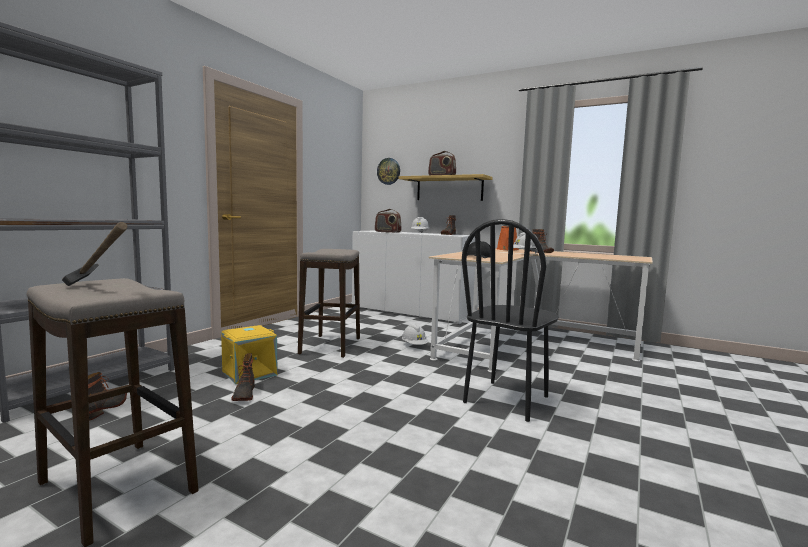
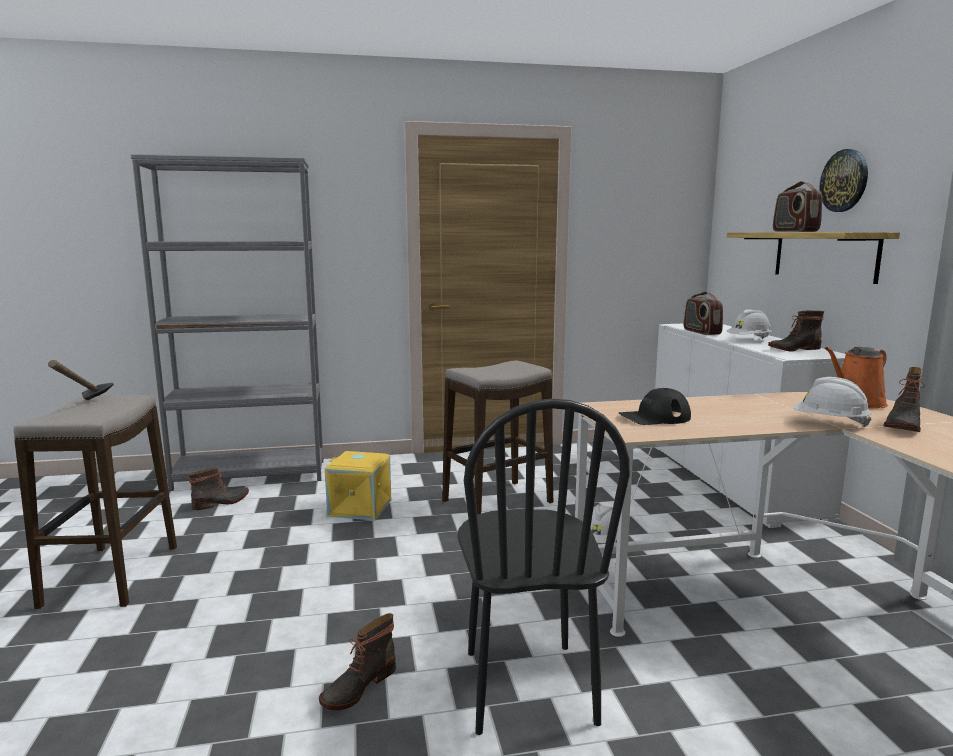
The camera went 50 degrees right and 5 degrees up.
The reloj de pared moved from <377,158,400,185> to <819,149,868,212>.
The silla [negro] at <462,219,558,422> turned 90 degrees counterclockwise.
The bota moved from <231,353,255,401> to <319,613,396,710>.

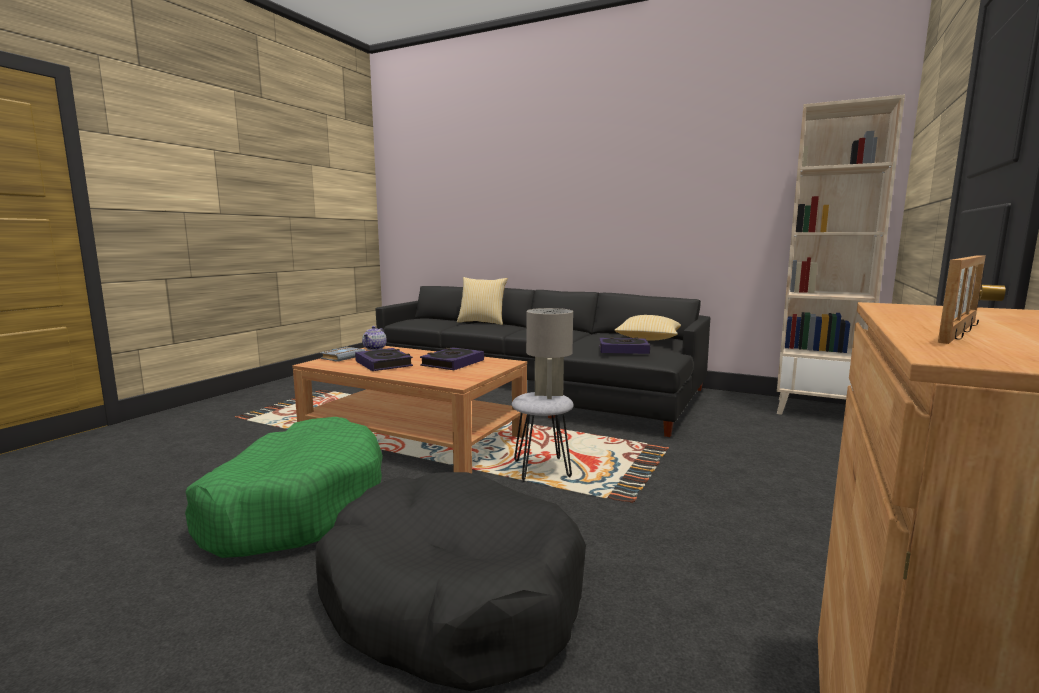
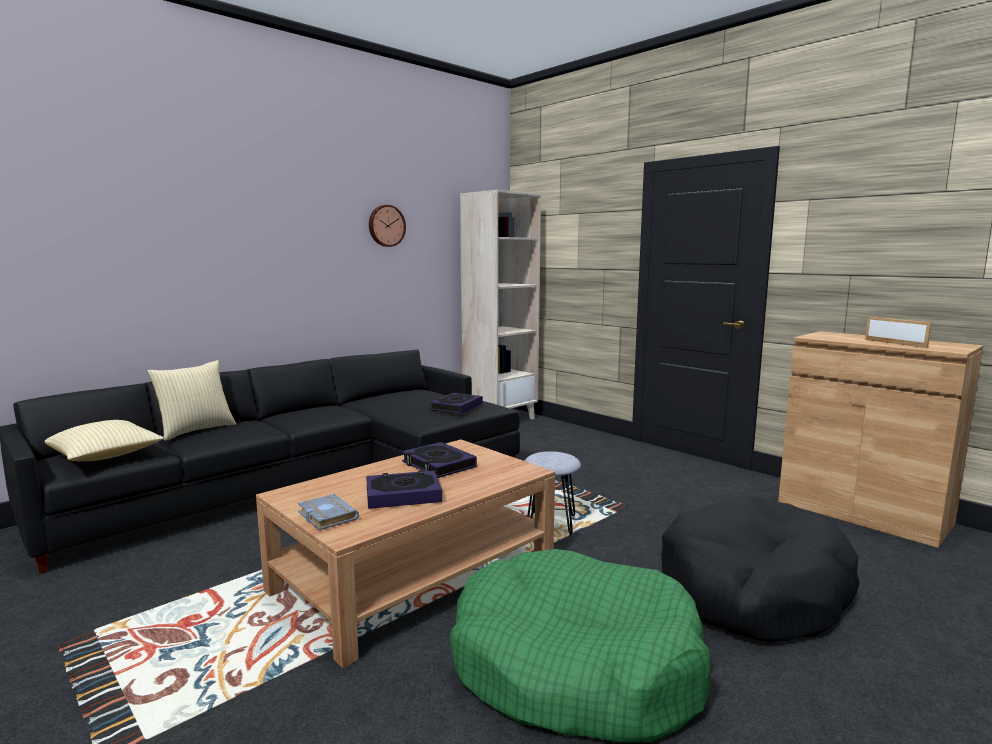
The camera went 70 degrees left and 0 degrees up.
The lámpara de mesa [gris] at <526,308,573,399> disappeared.
The cojín moved from <614,315,681,341> to <44,420,164,461>.
The tetera at <362,326,387,350> disappeared.
The reloj de pared at <369,205,406,247> appeared.

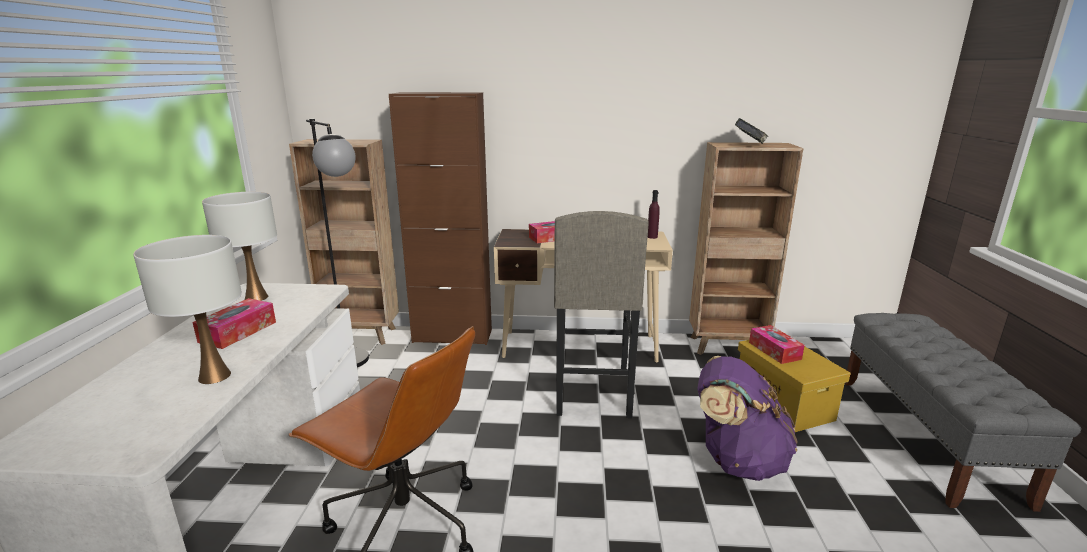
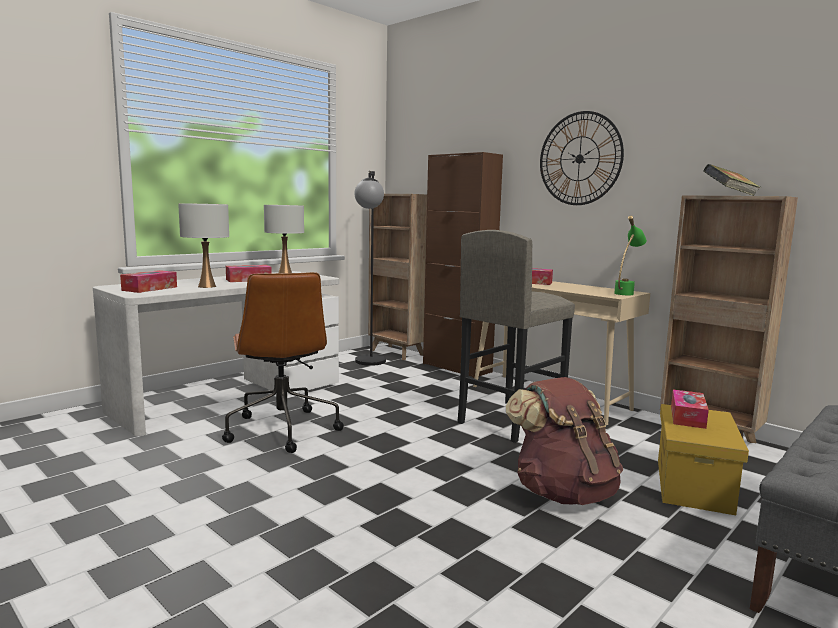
The camera went 40 degrees right and 10 degrees down.
The botella [morado] at <648,190,660,239> was replaced by the lámpara de mesa [verde] at <614,216,647,295>.
The mochila [morado] at <697,356,798,481> became the mochila [marrón] at <506,377,623,505>.
The reloj de pared at <540,111,624,205> appeared.
The caja de pañuelos at <120,270,177,293> appeared.

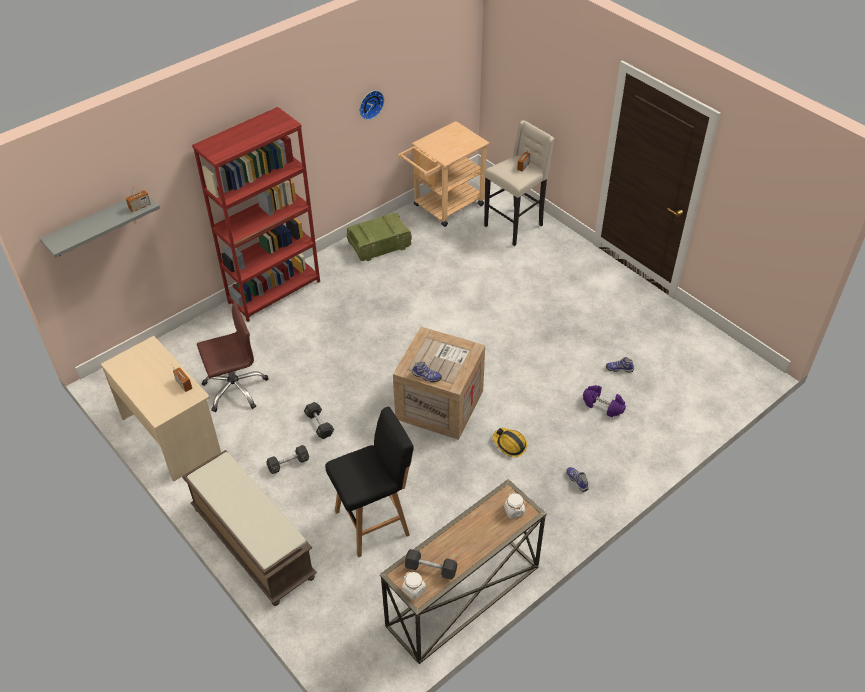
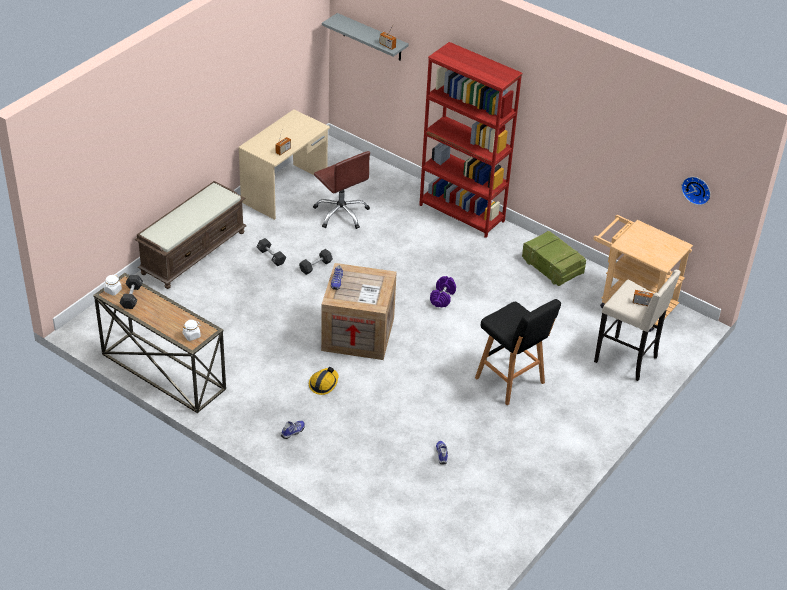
The camera went 75 degrees right and 5 degrees down.
The reloj de pared moved from <360,90,384,120> to <681,177,711,205>.
The mancuerna [morado] moved from <583,385,626,417> to <430,276,456,307>.
The taburete [negro] moved from <325,407,414,558> to <475,299,561,405>.

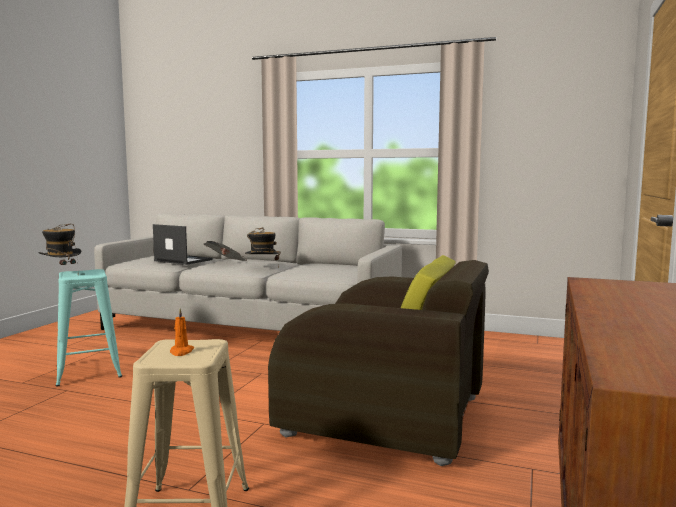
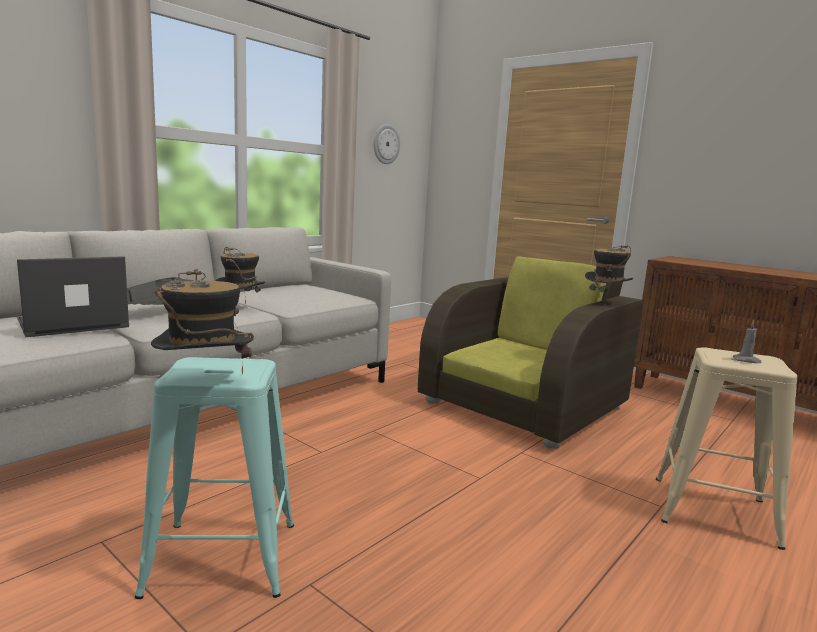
The camera went 70 degrees left and 5 degrees up.
The vela [naranja] at <170,309,194,356> became the vela [gris] at <733,321,762,363>.
The reloj de pared at <374,124,400,164> appeared.
The sombrero at <585,245,633,307> appeared.

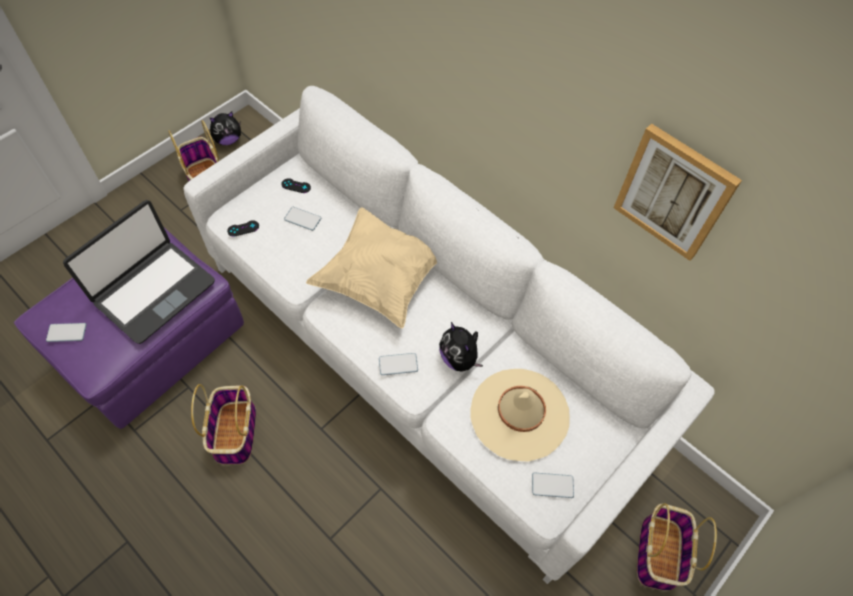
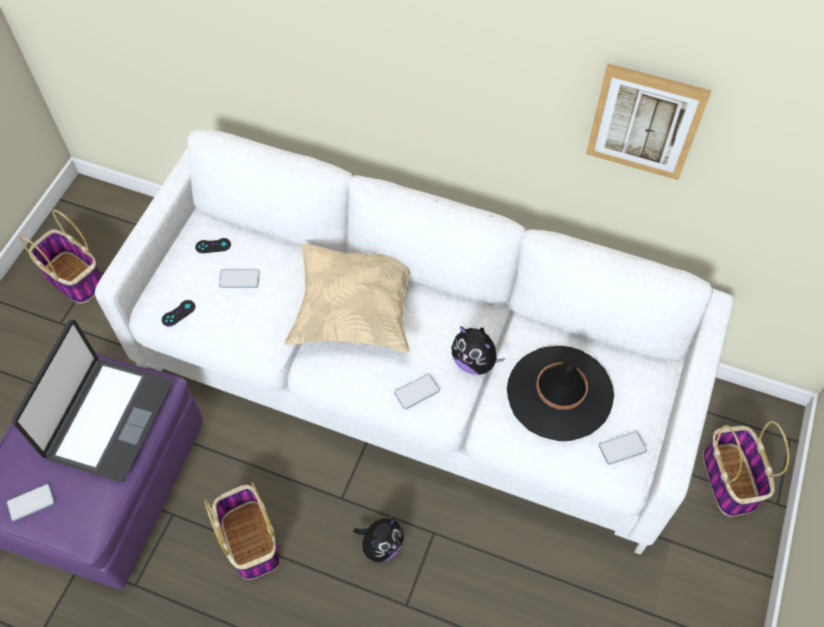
The camera went 20 degrees left and 0 degrees up.
The peluche moved from <210,112,241,145> to <353,514,404,562>.
The sombrero [beis] at <470,369,570,462> became the sombrero [negro] at <507,346,614,441>.

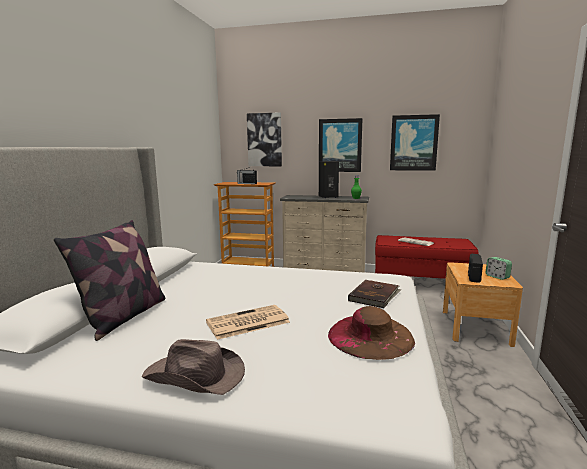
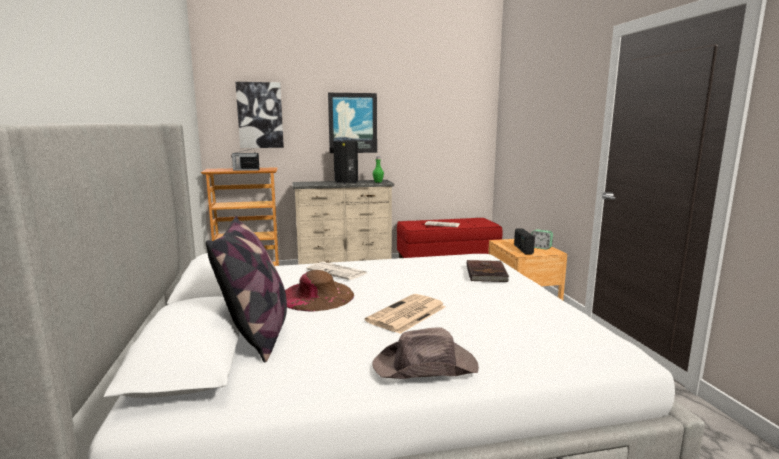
The camera went 25 degrees left and 0 degrees up.
The cuadro at <390,114,440,171> disappeared.
The sombrero [marrón] moved from <328,306,415,360> to <285,270,354,311>.
The periódico at <306,262,366,280> appeared.

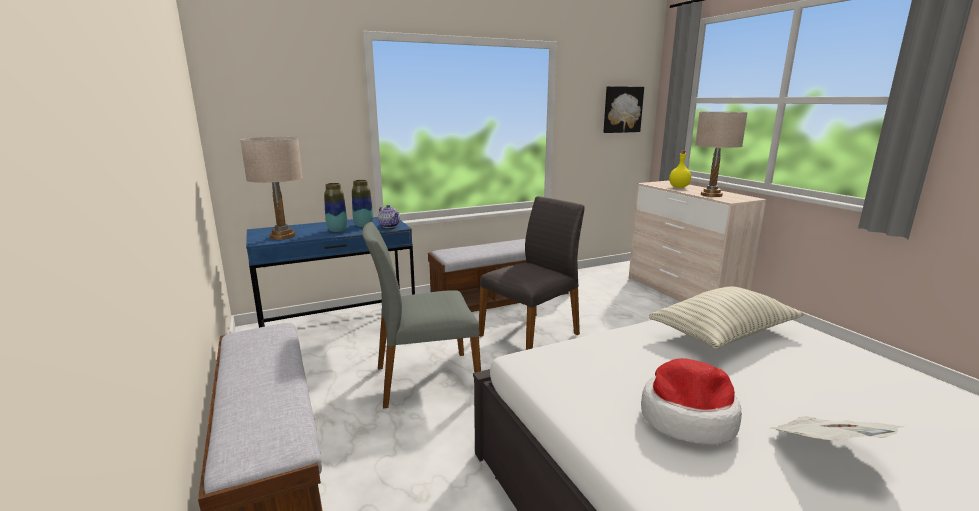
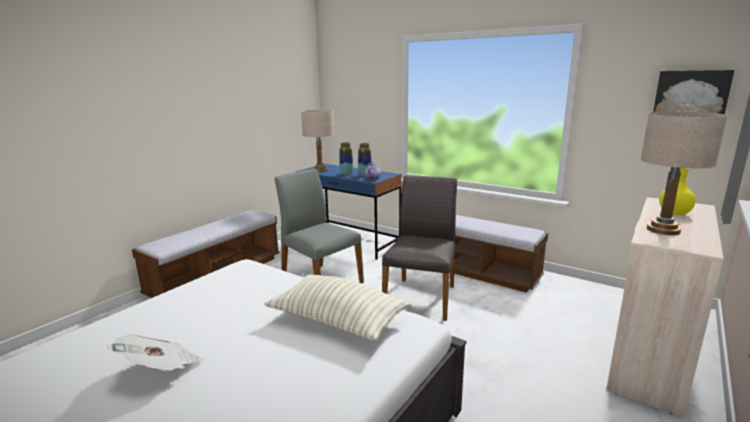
The camera went 60 degrees right and 0 degrees up.
The silla [gris] at <479,196,585,350> turned 90 degrees counterclockwise.
The sombrero at <641,358,742,445> disappeared.

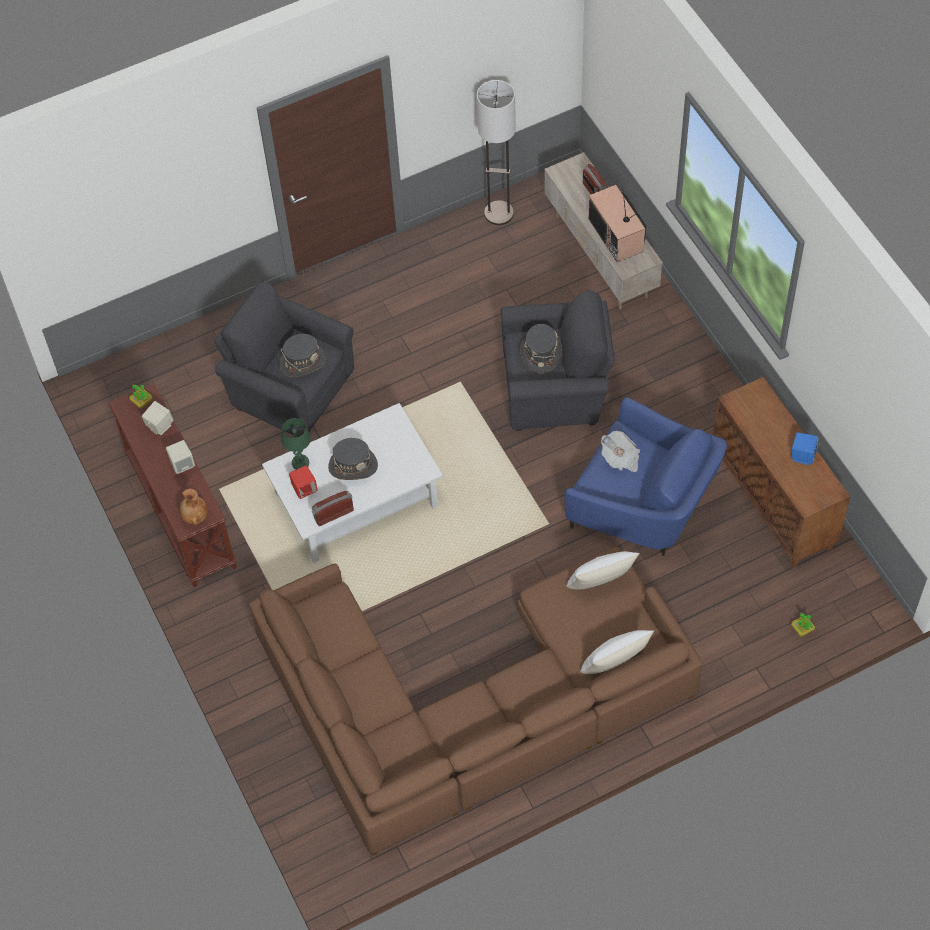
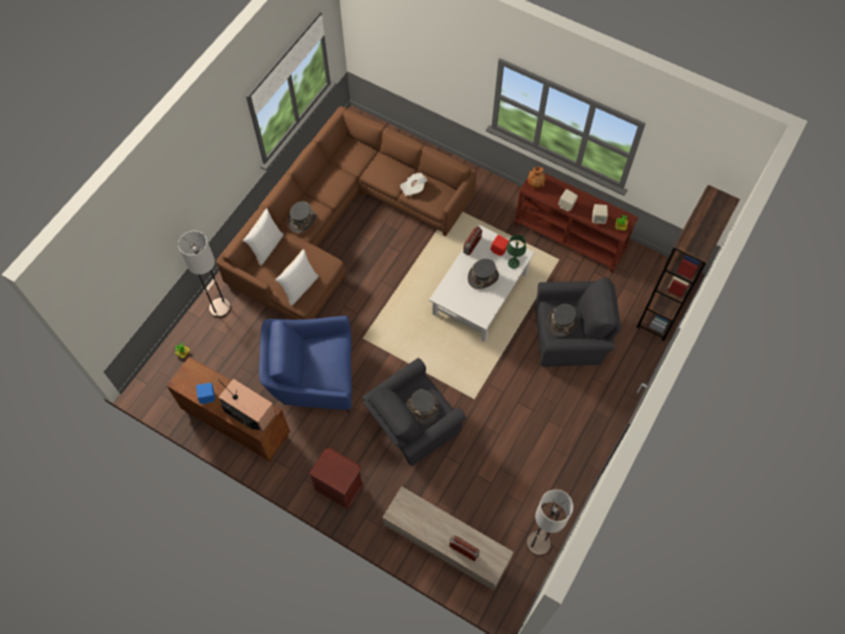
The camera went 145 degrees right and 5 degrees up.
The televisor moved from <588,185,646,262> to <218,379,277,432>.
The periódico moved from <601,431,640,472> to <400,173,427,196>.
The estantería [marrón] at <637,185,740,341> appeared.
The sombrero [gris] at <288,201,317,233> appeared.
The lámpara de pie at <178,231,231,317> appeared.
The mesita de noche [marrón] at <309,448,364,510> appeared.

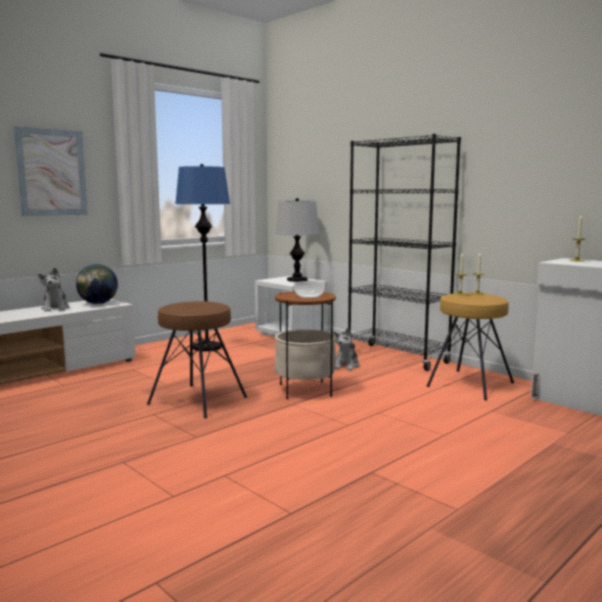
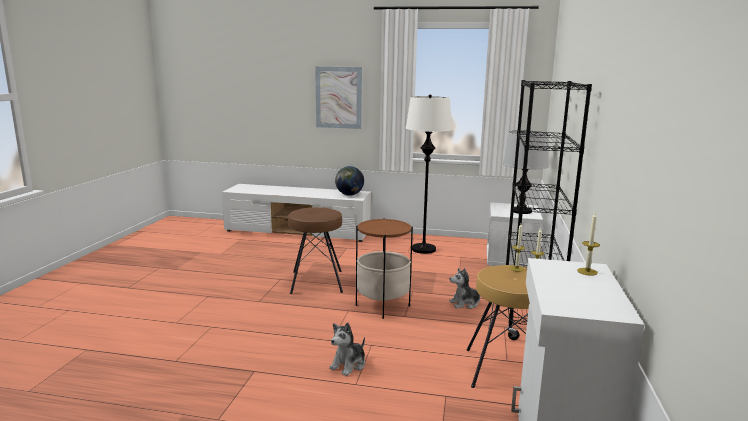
The camera went 55 degrees right and 5 degrees up.
The lámpara de pie [azul] at <175,164,230,352> became the lámpara de pie [blanco] at <405,94,452,254>.
The peluche moved from <38,268,70,311> to <329,322,365,376>.
The cuenco at <294,281,325,298> disappeared.

